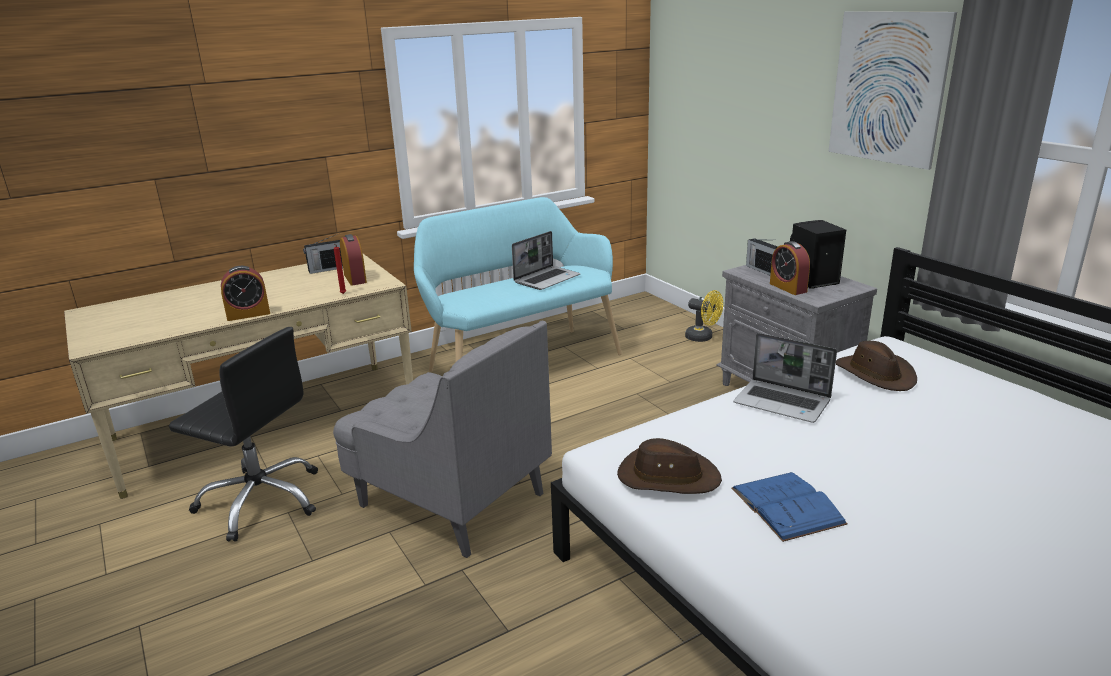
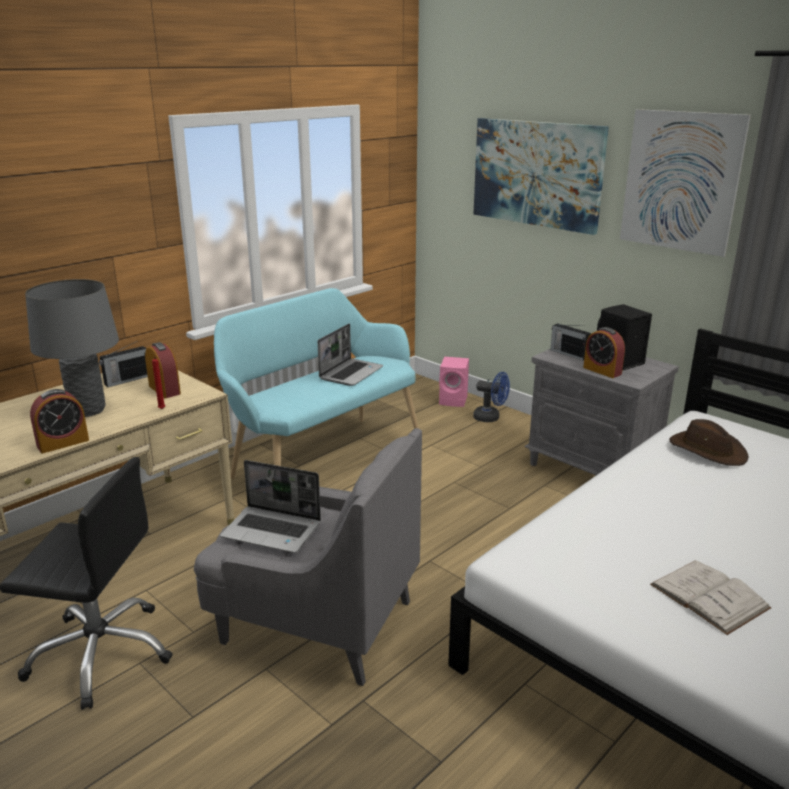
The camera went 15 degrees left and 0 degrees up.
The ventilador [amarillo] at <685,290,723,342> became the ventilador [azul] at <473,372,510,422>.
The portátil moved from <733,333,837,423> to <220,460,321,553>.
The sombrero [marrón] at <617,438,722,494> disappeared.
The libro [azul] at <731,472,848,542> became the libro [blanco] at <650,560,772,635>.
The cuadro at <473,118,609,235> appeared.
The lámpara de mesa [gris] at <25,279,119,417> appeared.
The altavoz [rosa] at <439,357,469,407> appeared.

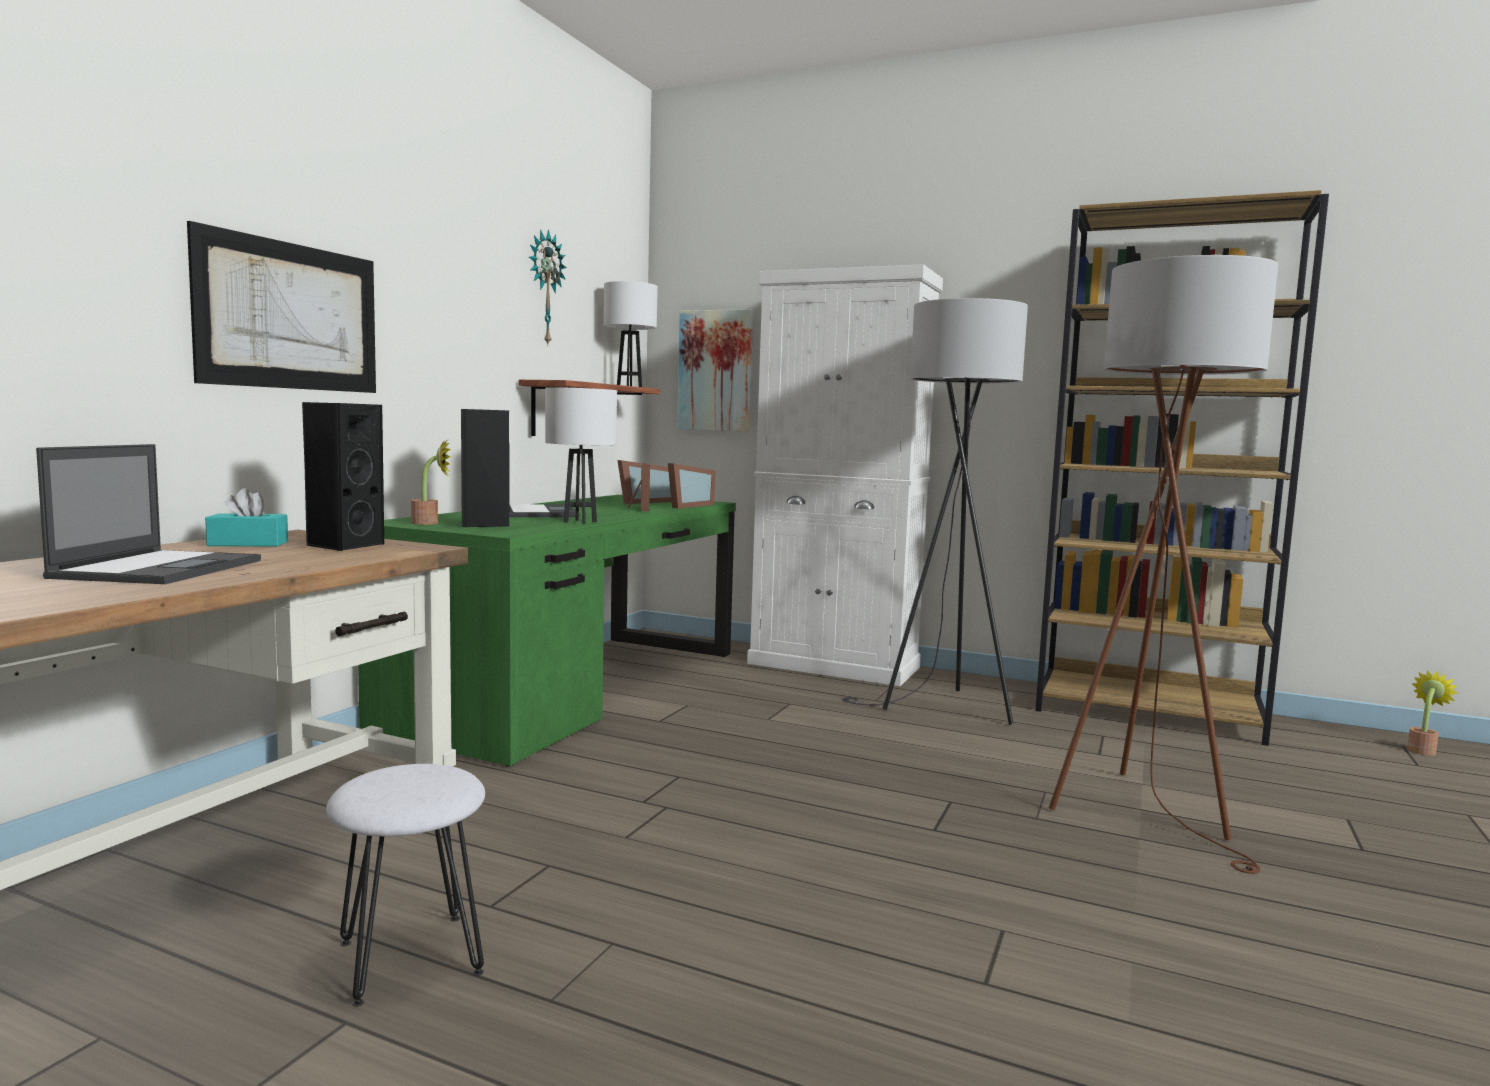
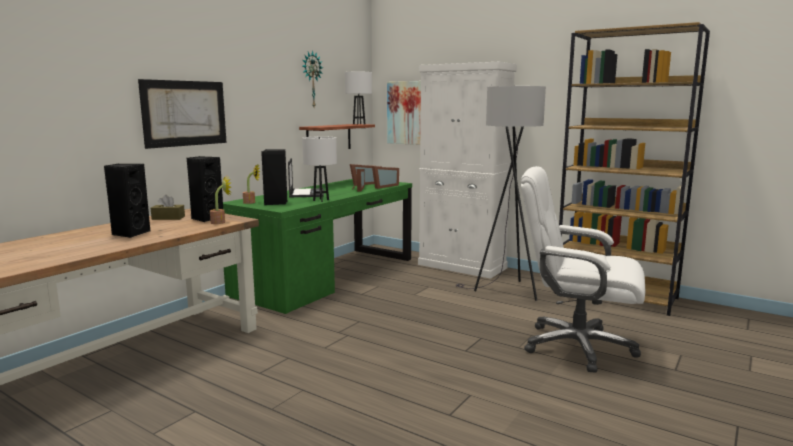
The camera went 10 degrees right and 5 degrees up.
The lámpara de pie [marrón] at <1049,255,1278,874> was replaced by the silla de oficina [blanco] at <521,166,646,372>.
The portátil at <36,444,261,584> was replaced by the altavoz [negro] at <104,164,150,238>.
The caja de pañuelos [turquesa] at <205,488,288,546> became the caja de pañuelos [marrón] at <151,195,185,220>.
The planta en maceta moved from <1407,670,1458,756> to <210,177,231,224>.
The taburete [blanco] at <326,764,485,1007> disappeared.

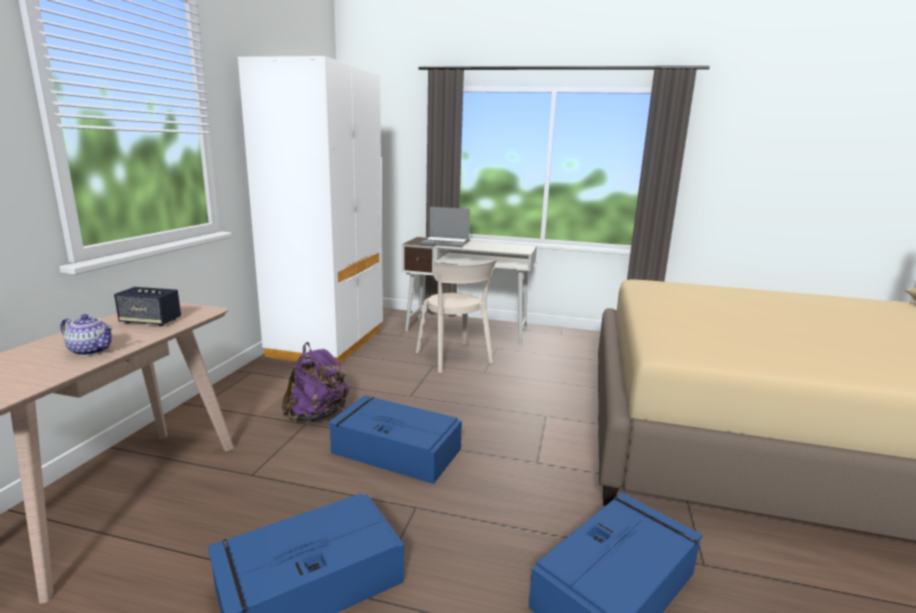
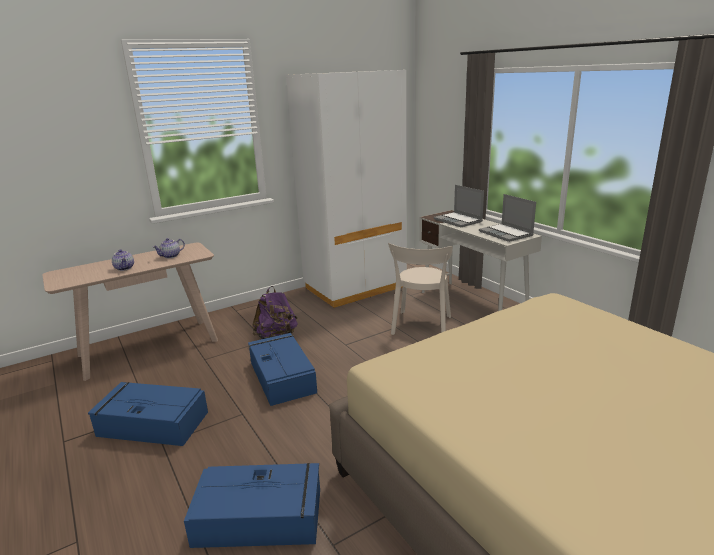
The camera went 45 degrees right and 5 degrees up.
The altavoz at <114,287,181,326> was replaced by the tetera at <153,238,185,258>.
The portátil at <479,194,536,242> appeared.

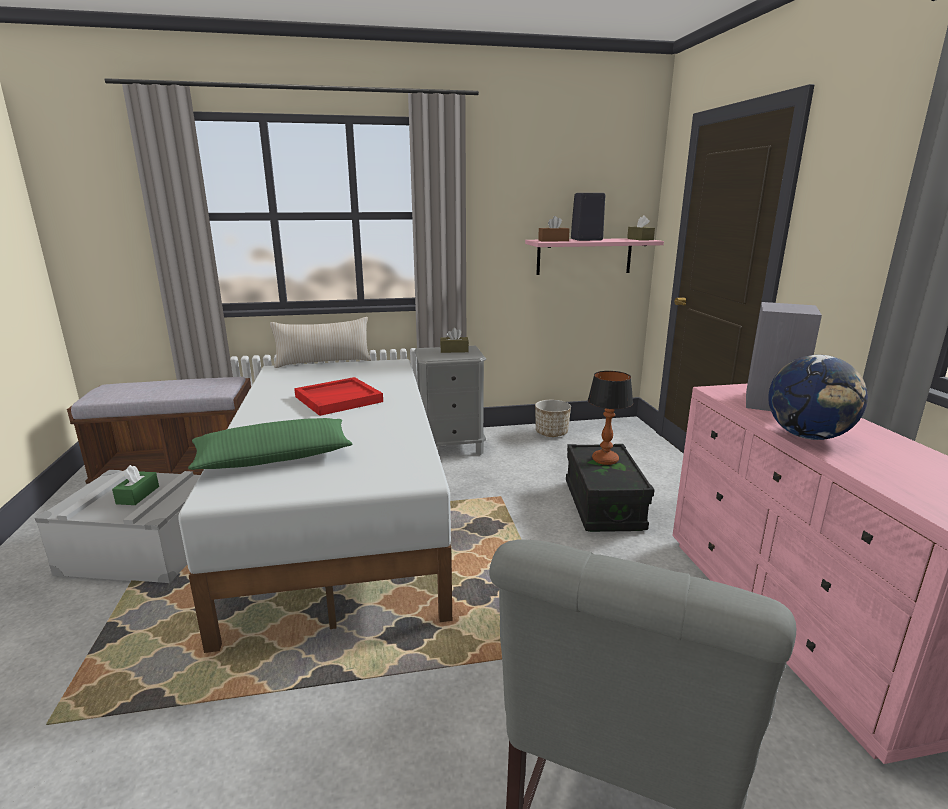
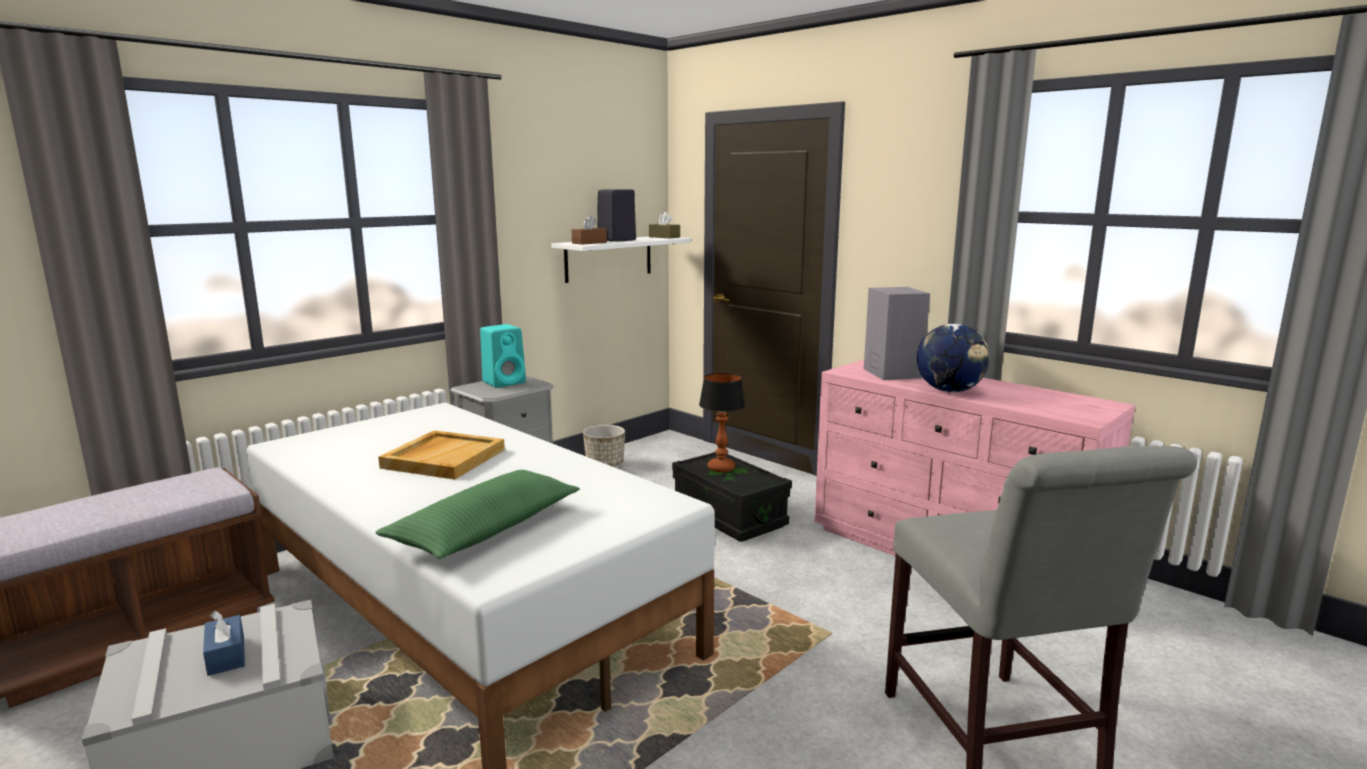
The camera went 35 degrees left and 5 degrees down.
The estante [rosa] at <525,238,664,275> became the estante [blanco] at <551,237,691,283>.
The cojín [beis] at <270,317,371,368> disappeared.
The caja de pañuelos [marrón] at <440,328,469,353> was replaced by the altavoz [turquesa] at <480,324,526,388>.
The bandeja [rojo] at <294,377,383,416> became the bandeja [beis] at <378,430,505,480>.
The caja de pañuelos [verde] at <112,465,159,505> became the caja de pañuelos [azul] at <203,610,245,676>.

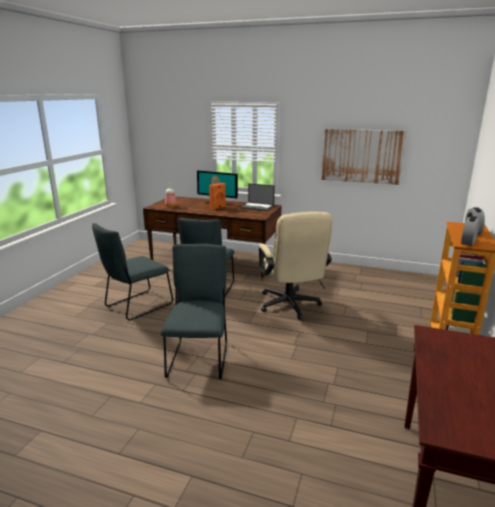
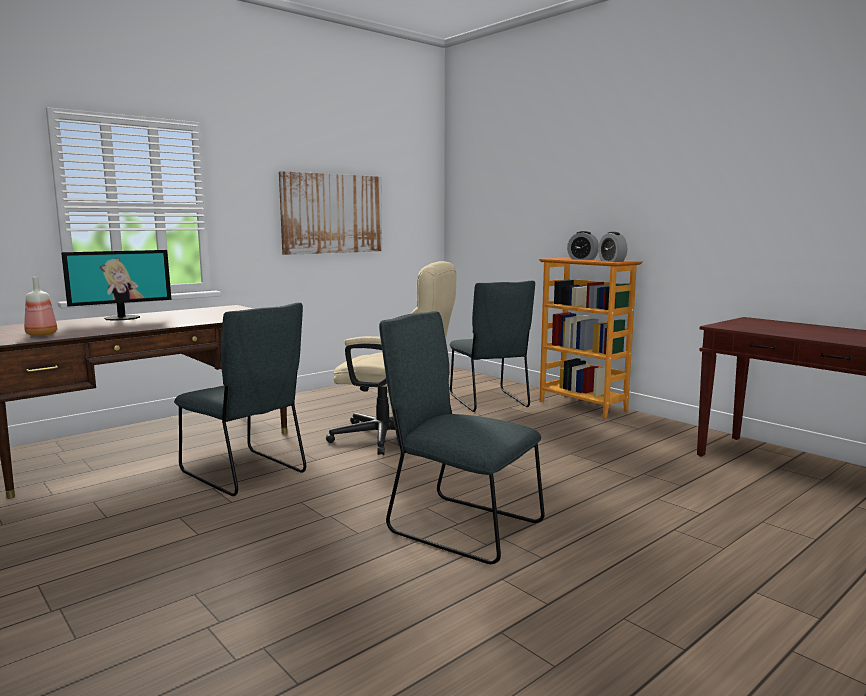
The camera went 60 degrees left and 10 degrees down.
The altavoz [naranja] at <209,183,226,210> disappeared.
The portátil at <240,183,275,211> disappeared.
The silla [gris] moved from <92,223,173,320> to <450,281,535,412>.

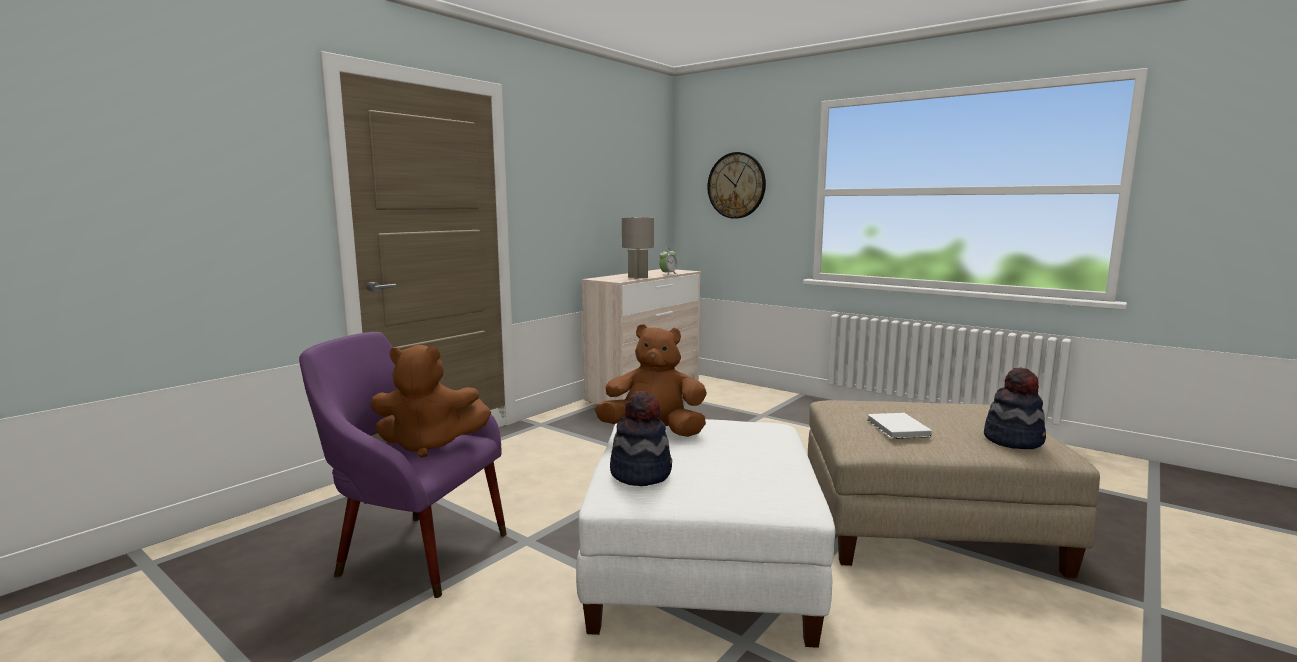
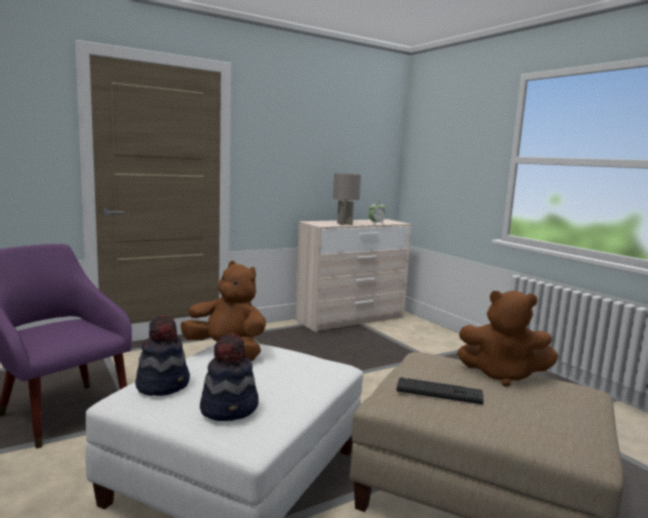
The camera went 20 degrees right and 0 degrees up.
The reloj de pared at <707,152,766,219> disappeared.
The peluche [marrón] moved from <370,345,491,458> to <457,291,558,387>.
The sombrero moved from <984,367,1046,449> to <200,333,259,421>.
The libro [blanco] at <867,413,932,439> was replaced by the teclado at <396,377,484,404>.

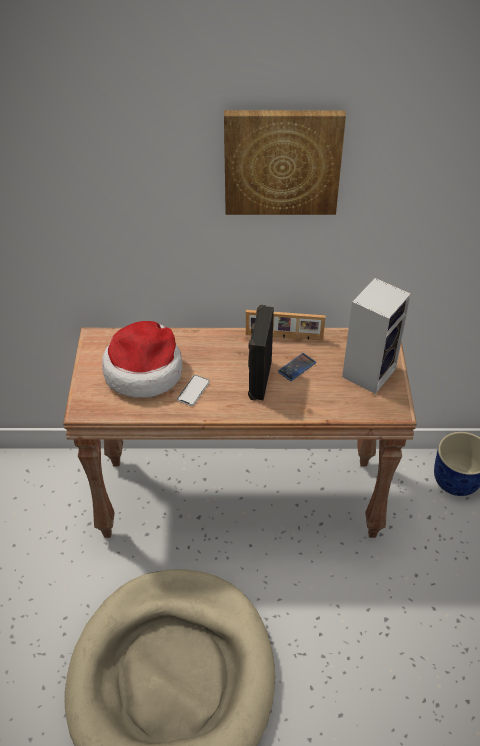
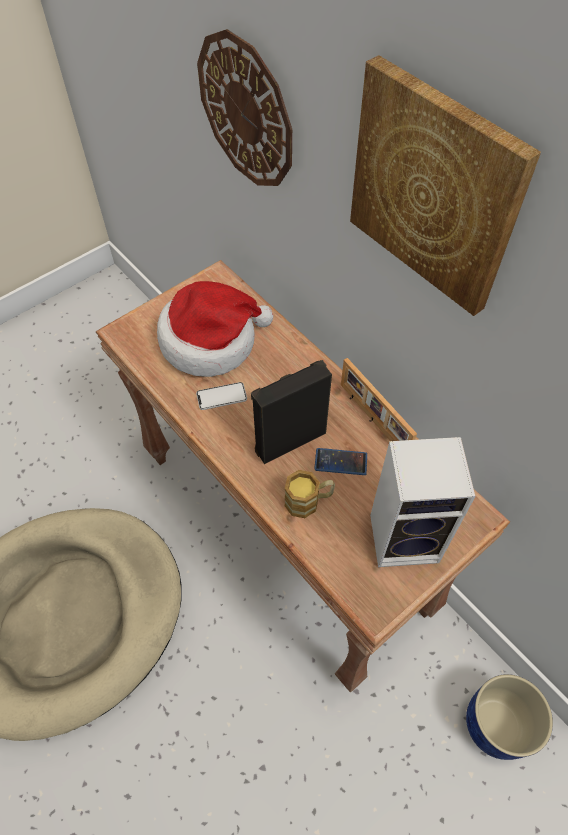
The camera went 50 degrees right and 10 degrees up.
The reloj de pared at <197,29,292,186> appeared.
The taza grande at <285,470,335,518> appeared.

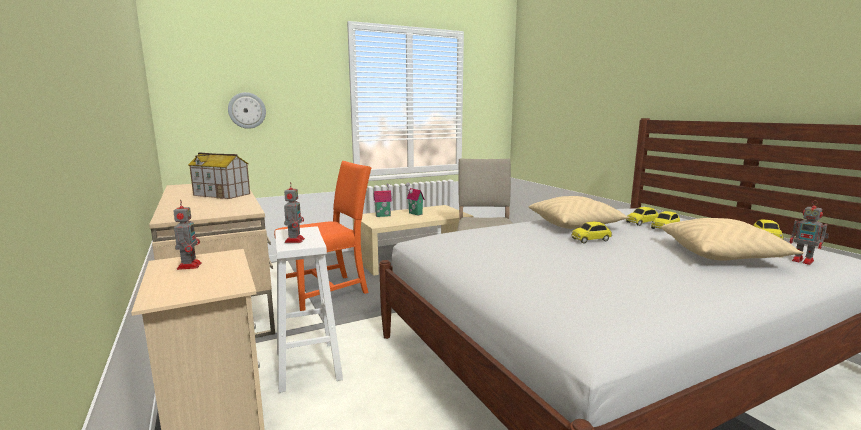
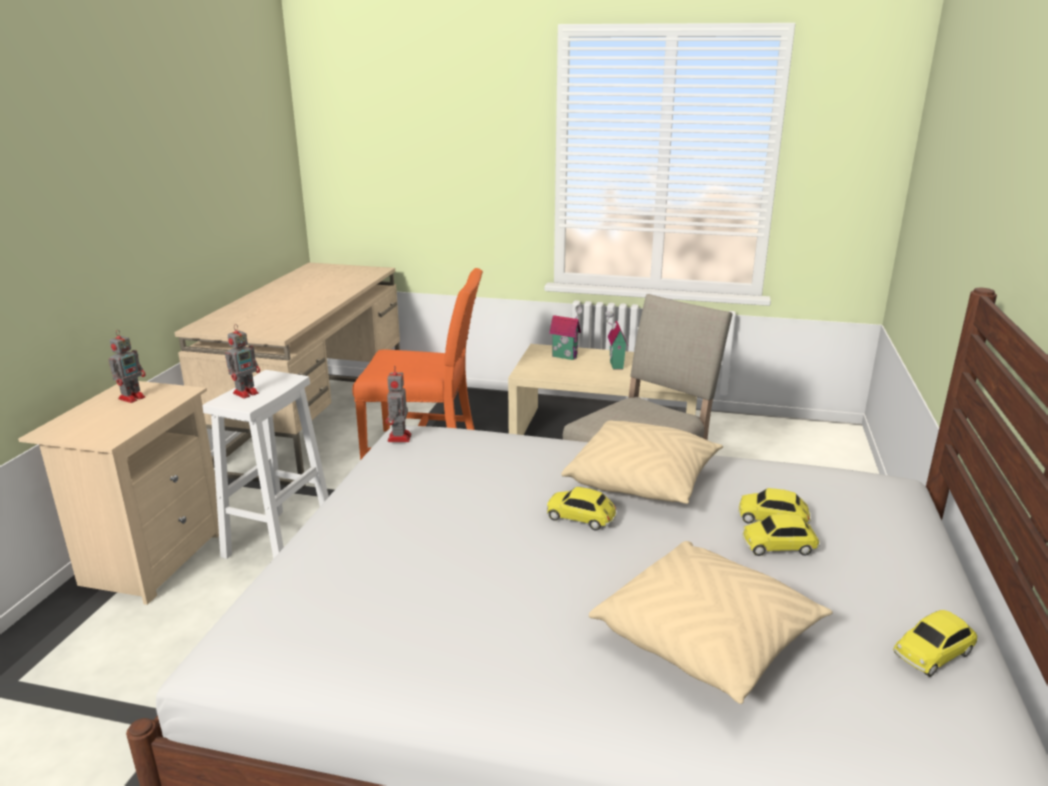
The camera went 40 degrees right and 10 degrees up.
The reloj de pared at <228,92,266,129> disappeared.
The casita at <188,152,250,199> disappeared.
The robot de juguete moved from <789,200,829,265> to <386,365,412,442>.

